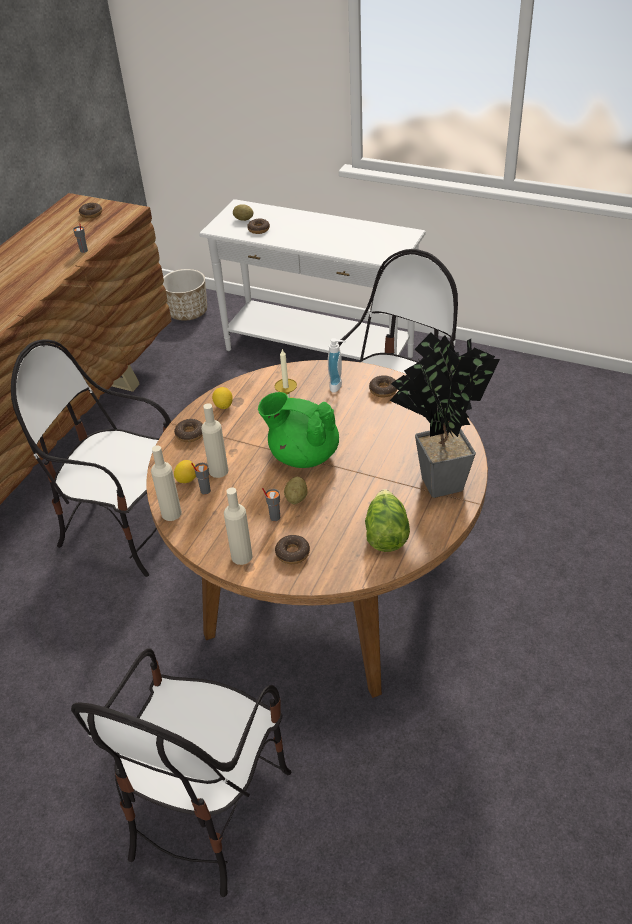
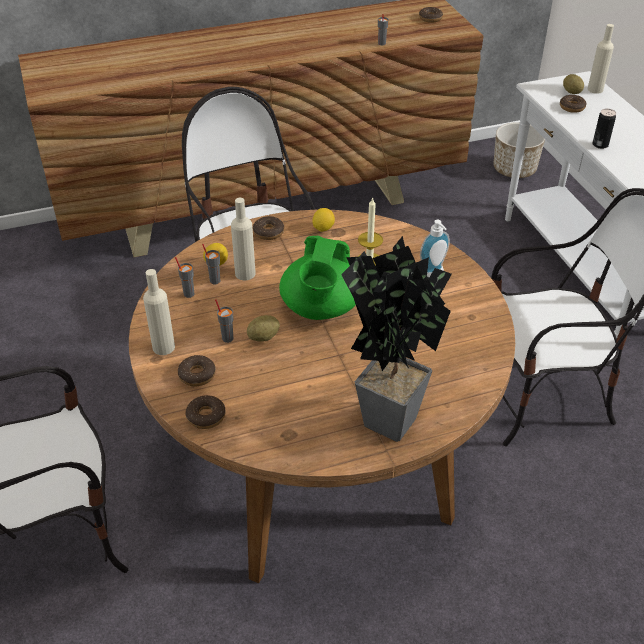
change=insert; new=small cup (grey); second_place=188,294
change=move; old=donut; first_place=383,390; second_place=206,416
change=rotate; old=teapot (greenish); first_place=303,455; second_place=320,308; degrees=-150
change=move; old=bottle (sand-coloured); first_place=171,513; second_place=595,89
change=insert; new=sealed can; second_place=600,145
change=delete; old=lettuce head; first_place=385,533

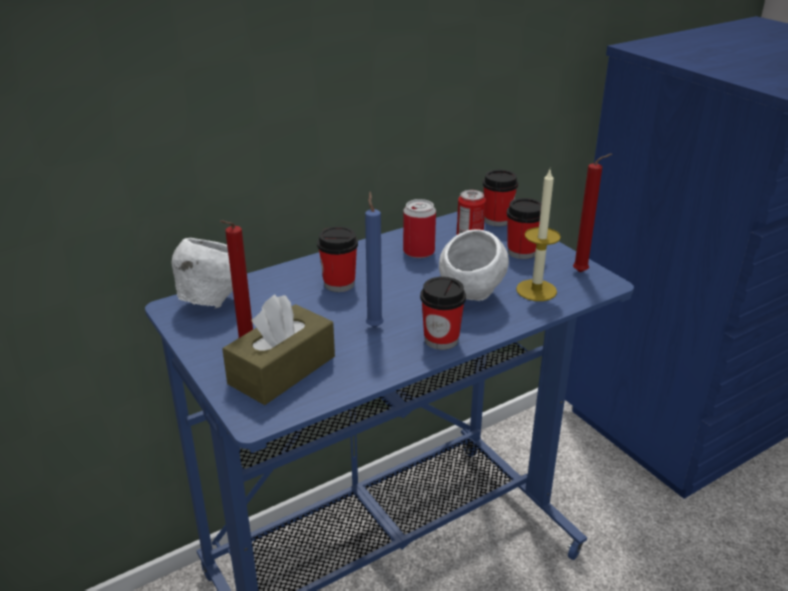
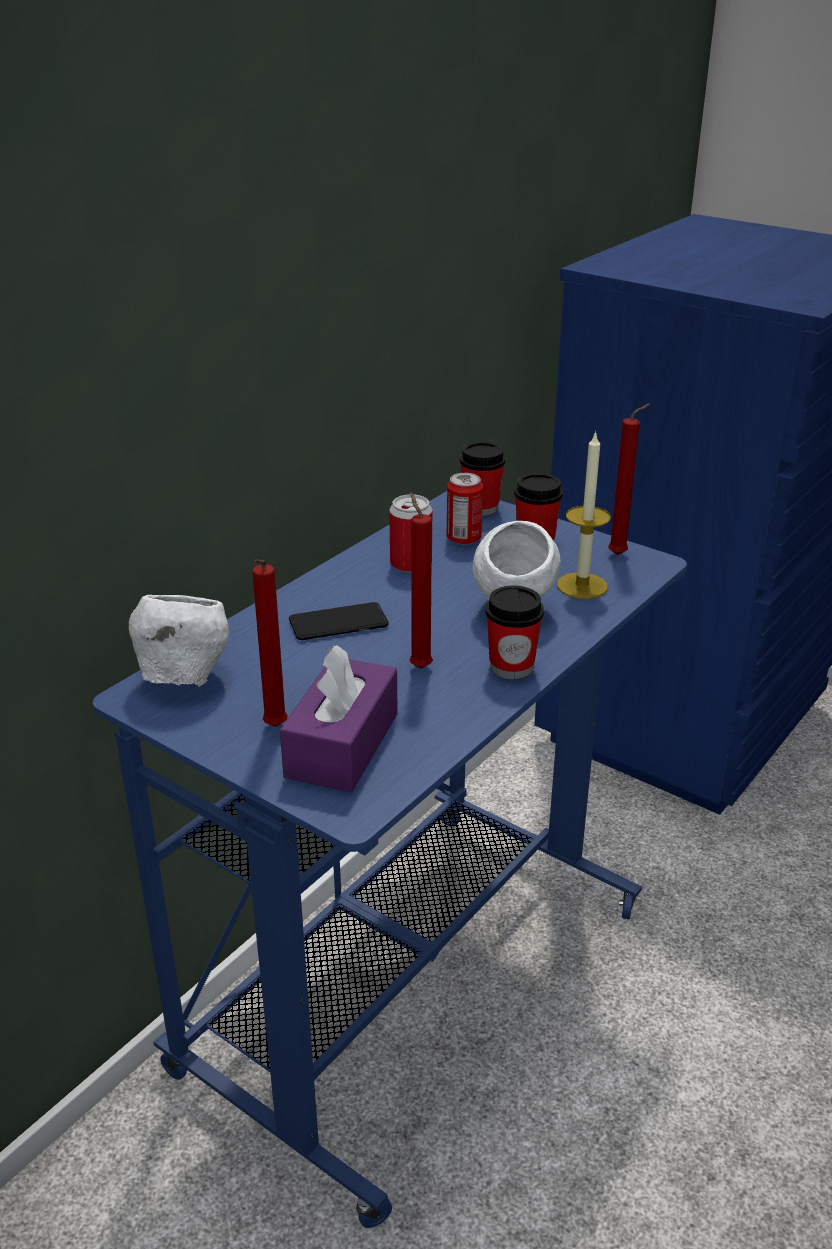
change=recolor; old=tissue holder (brownish); new=tissue holder (purple); first_place=282,370; second_place=342,745
change=replace; old=small cup; new=handset; first_place=339,284; second_place=338,623
change=recolor; old=wax candle (bluish); new=wax candle (reddish); first_place=374,325; second_place=419,666

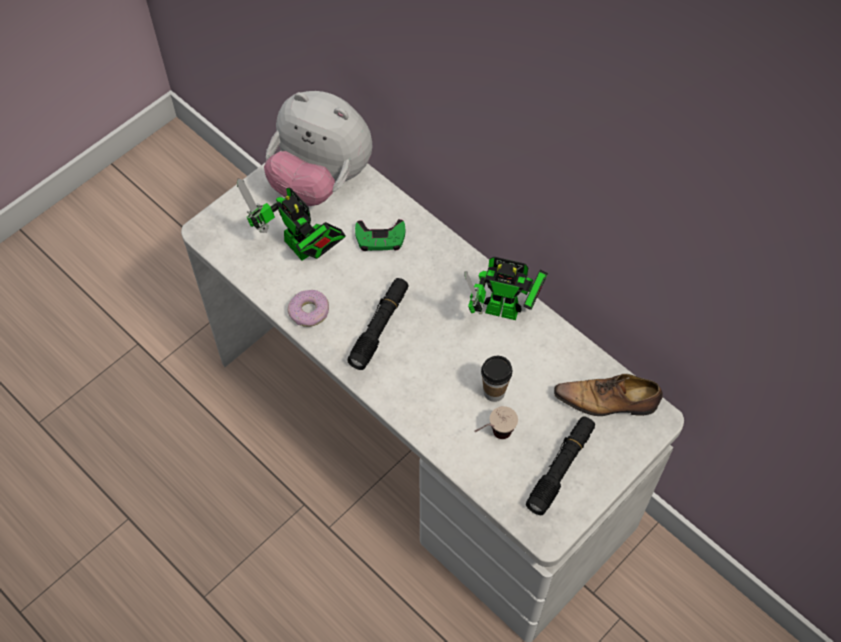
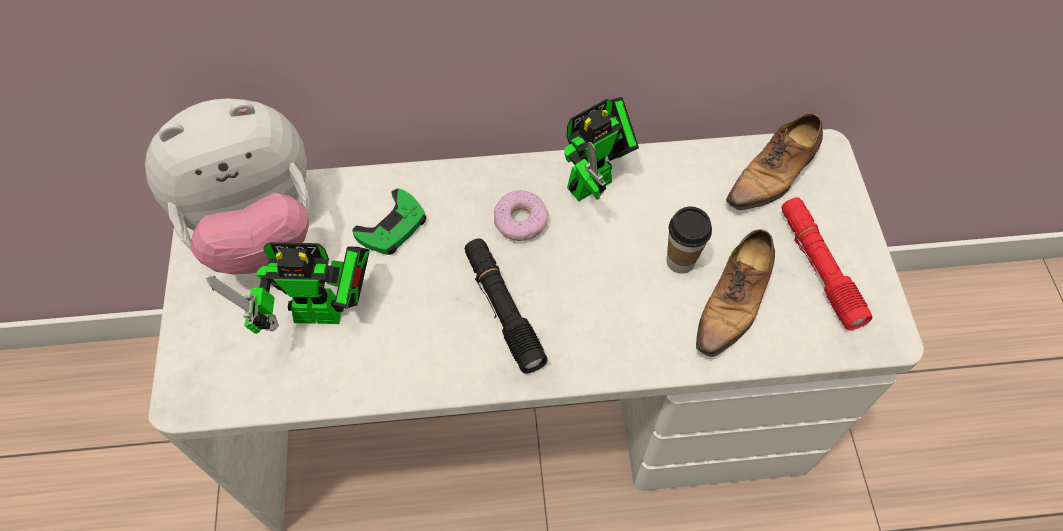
change=move; old=donut; first_place=309,312; second_place=521,221
change=replace; old=small cup; new=shoe; first_place=493,437; second_place=734,301
change=recolor; old=flashlight (black); new=flashlight (reddish); first_place=561,468; second_place=819,267

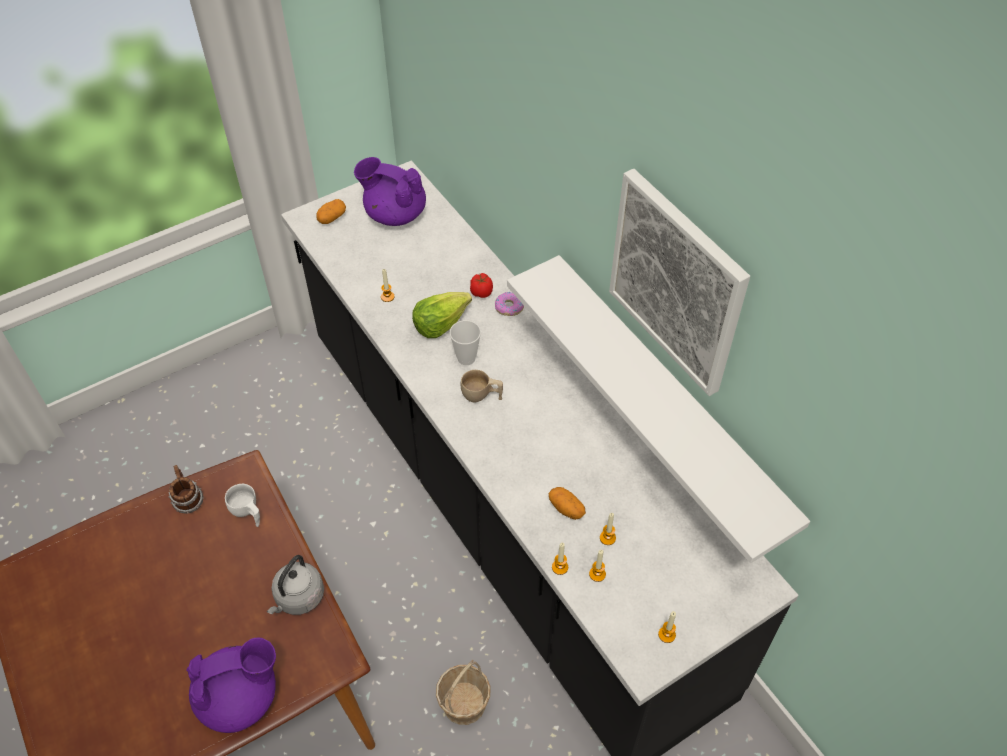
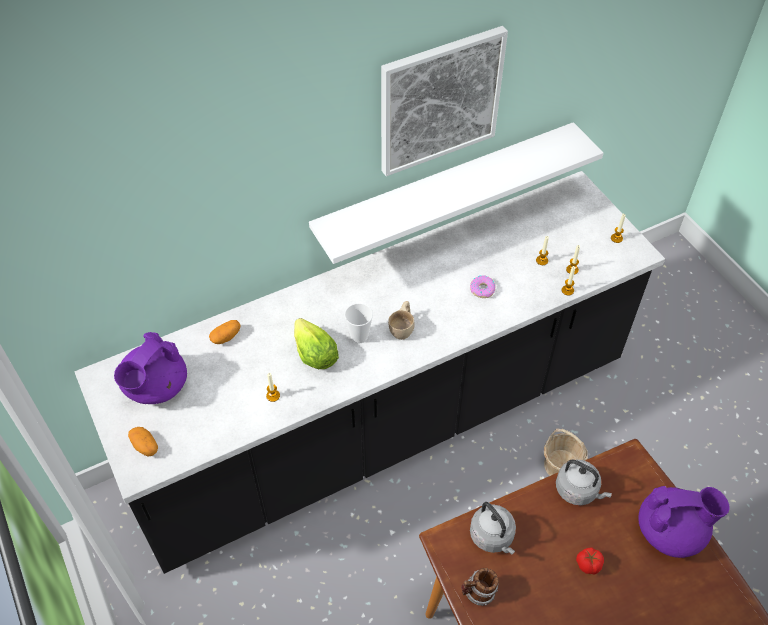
change=move; old=potato; first_place=566,508; second_place=226,337
change=move; old=donut; first_place=509,307; second_place=482,289
change=replace; old=small cup (white-coloured); new=kettle (grey); first_place=247,513; second_place=493,537
change=move; old=tomato; first_place=481,291; second_place=587,564
change=rotate; old=teapot (purple); first_place=240,697; second_place=671,531; degrees=105

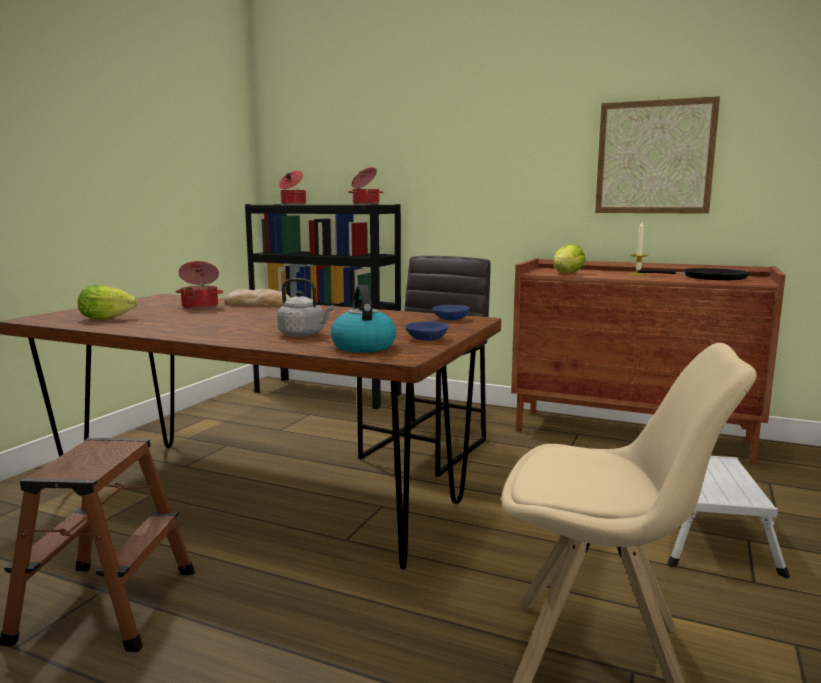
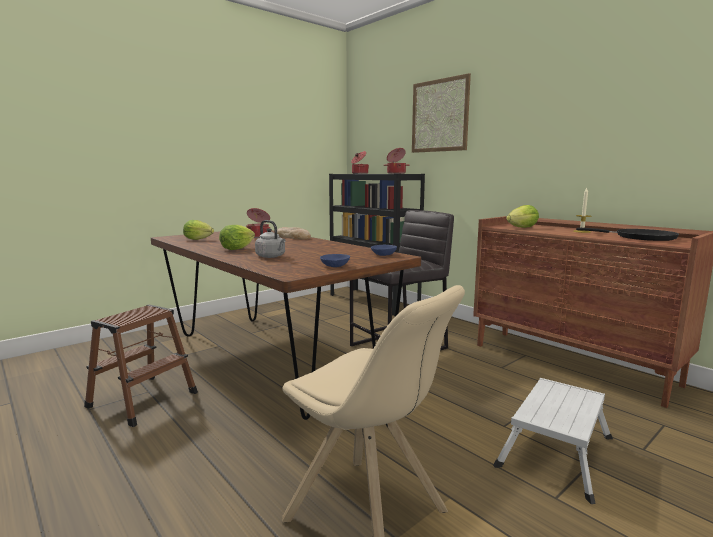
change=insert; new=lettuce head; second_place=237,249
change=move; old=wall art; first_place=654,156; second_place=440,115
change=delete; old=kettle; first_place=363,346

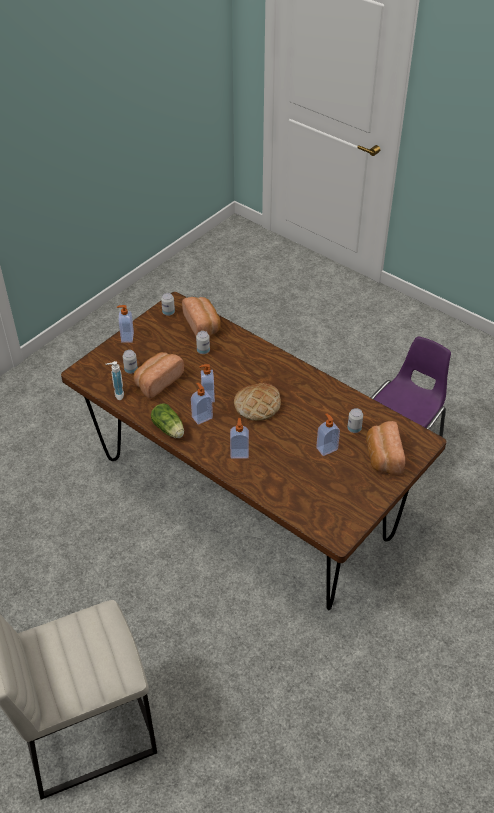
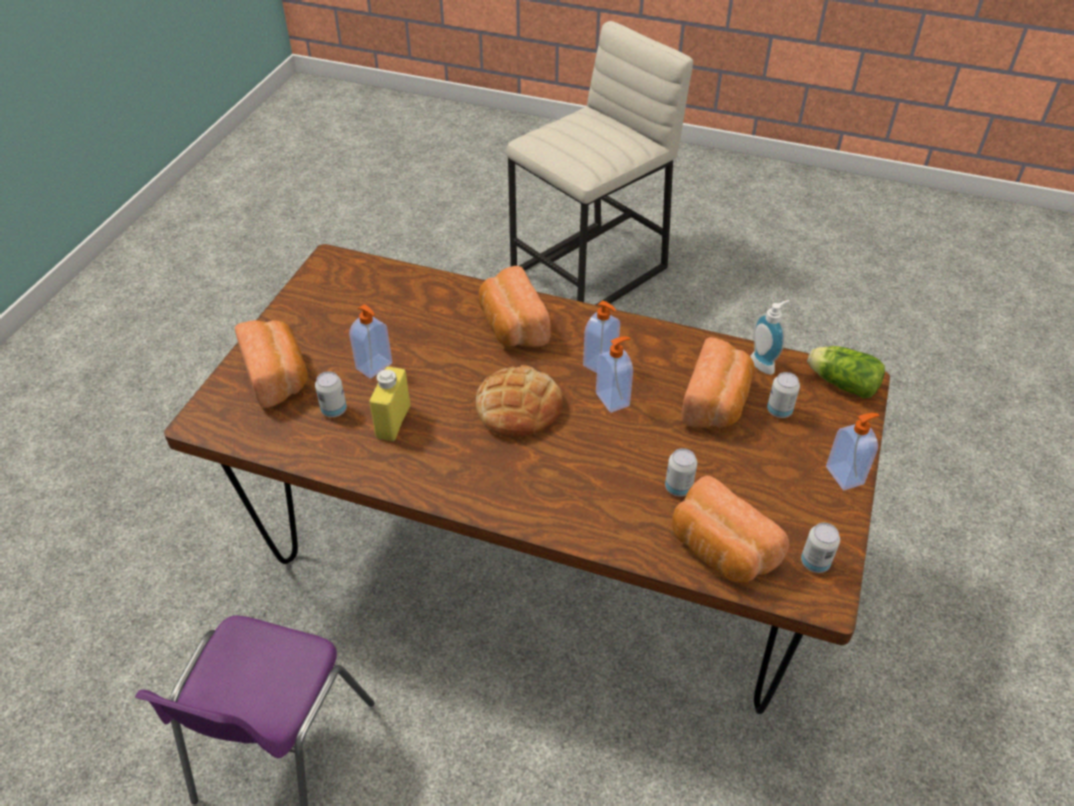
change=insert; new=bottle (yellow-coloured); second_place=393,422
change=replace; old=liquid soap bottle; new=baked bread; first_place=239,453; second_place=511,326
change=move; old=lettuce head; first_place=169,430; second_place=840,382

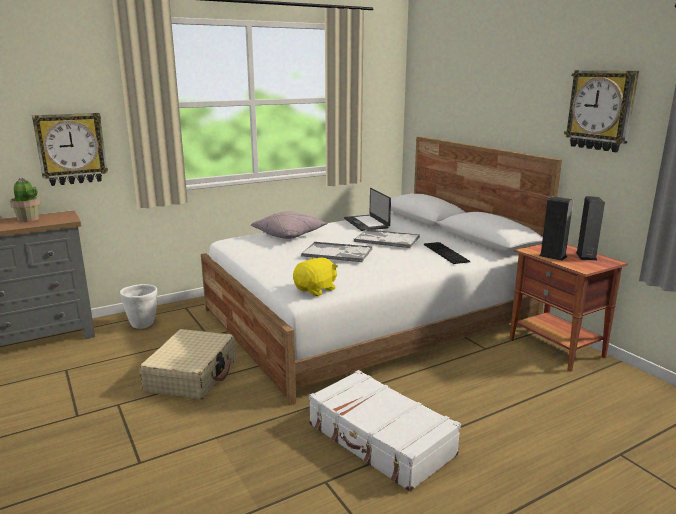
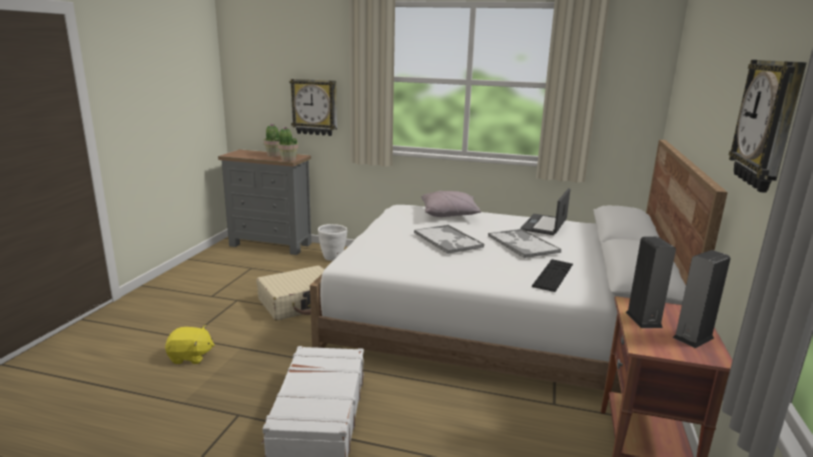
change=move; old=cuddly toy (yellow-coloured); first_place=316,290; second_place=190,357
change=insert; new=houseplant; second_place=288,159

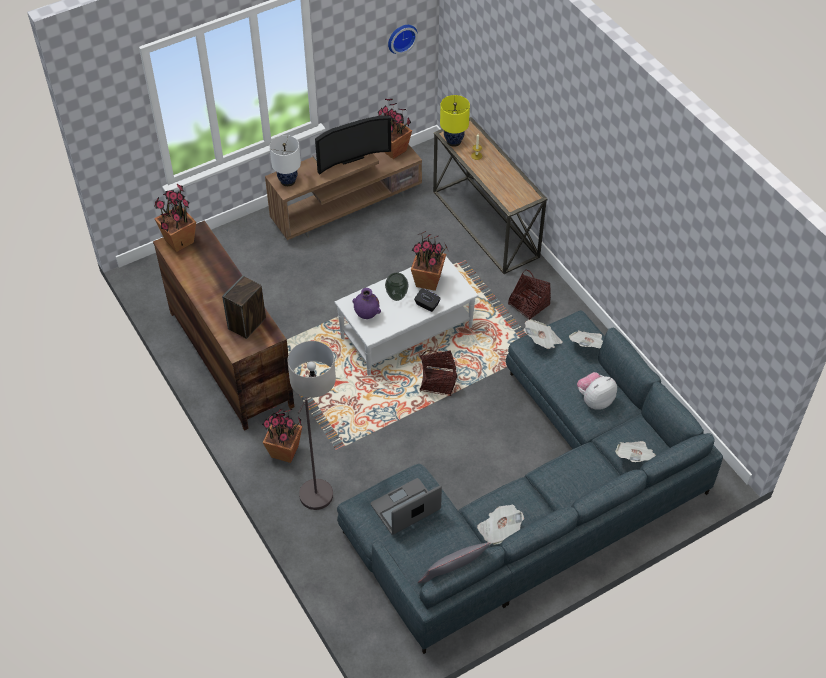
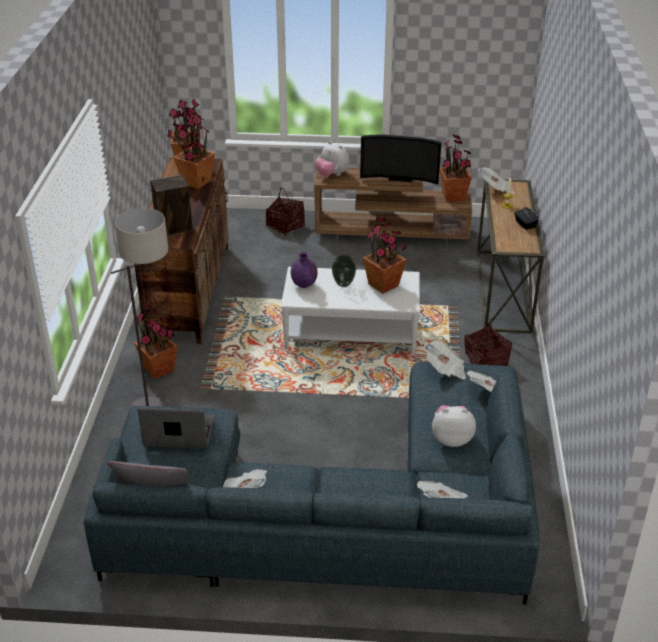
change=insert; new=houseplant; second_place=196,182
change=move; old=storage basket; first_place=437,381; second_place=285,226
change=replace; old=table lamp (white-coloured); new=cuddly toy; first_place=288,181; second_place=332,175
change=replace; old=table lamp (yellow-coloured); new=daily paper; first_place=453,141; second_place=495,189
change=move; old=tissue holder (black); first_place=427,305; second_place=525,224
change=delete; old=wall clock; first_place=401,37

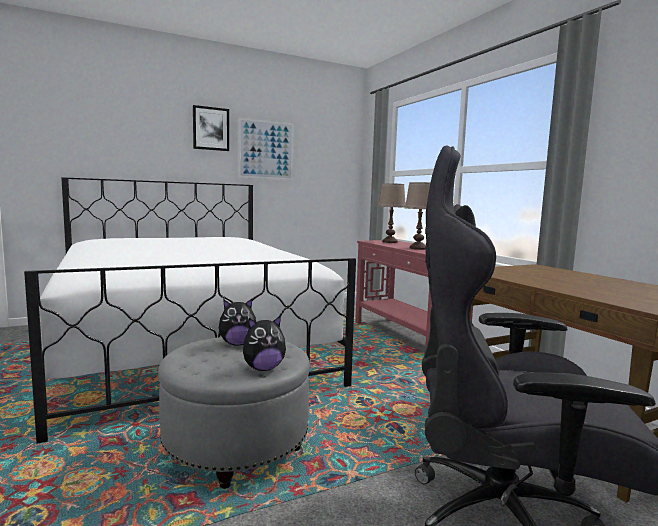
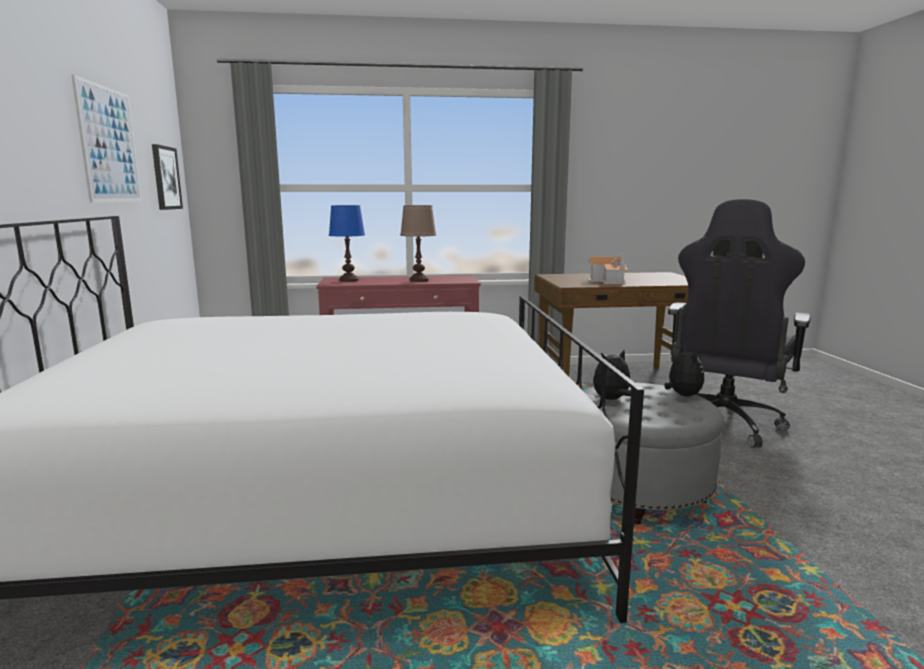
change=move; old=wall art; first_place=211,128; second_place=165,178
change=recolor; old=table lamp (brownish); new=table lamp (bluish); first_place=389,242; second_place=349,280
change=insert; new=model house; second_place=609,281
change=rotate; old=cuddly toy; first_place=237,344; second_place=612,399; degrees=-120

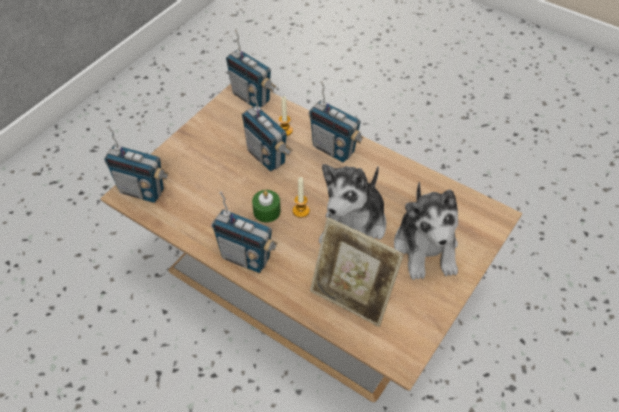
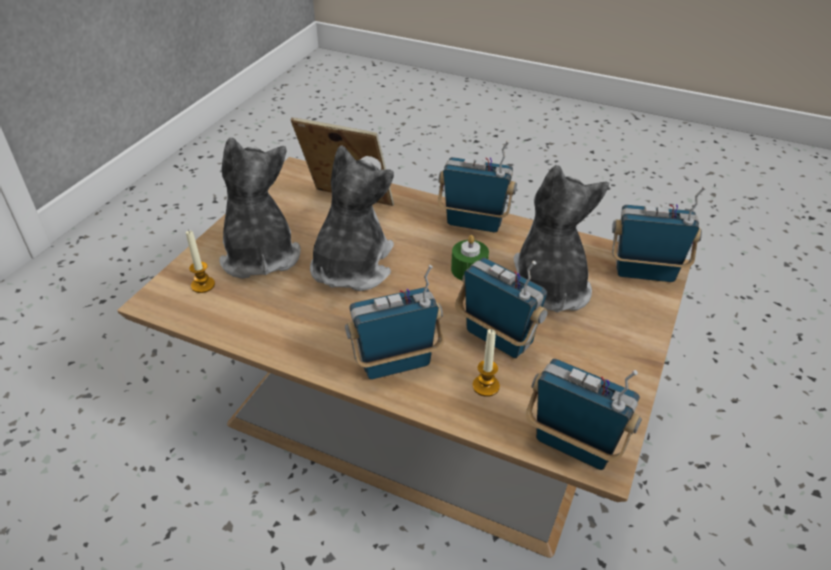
change=move; old=wax candle; first_place=301,211; second_place=203,285
change=rotate; old=radio; first_place=334,149; second_place=396,364; degrees=-45
change=insert; new=cuddly toy; second_place=547,287

